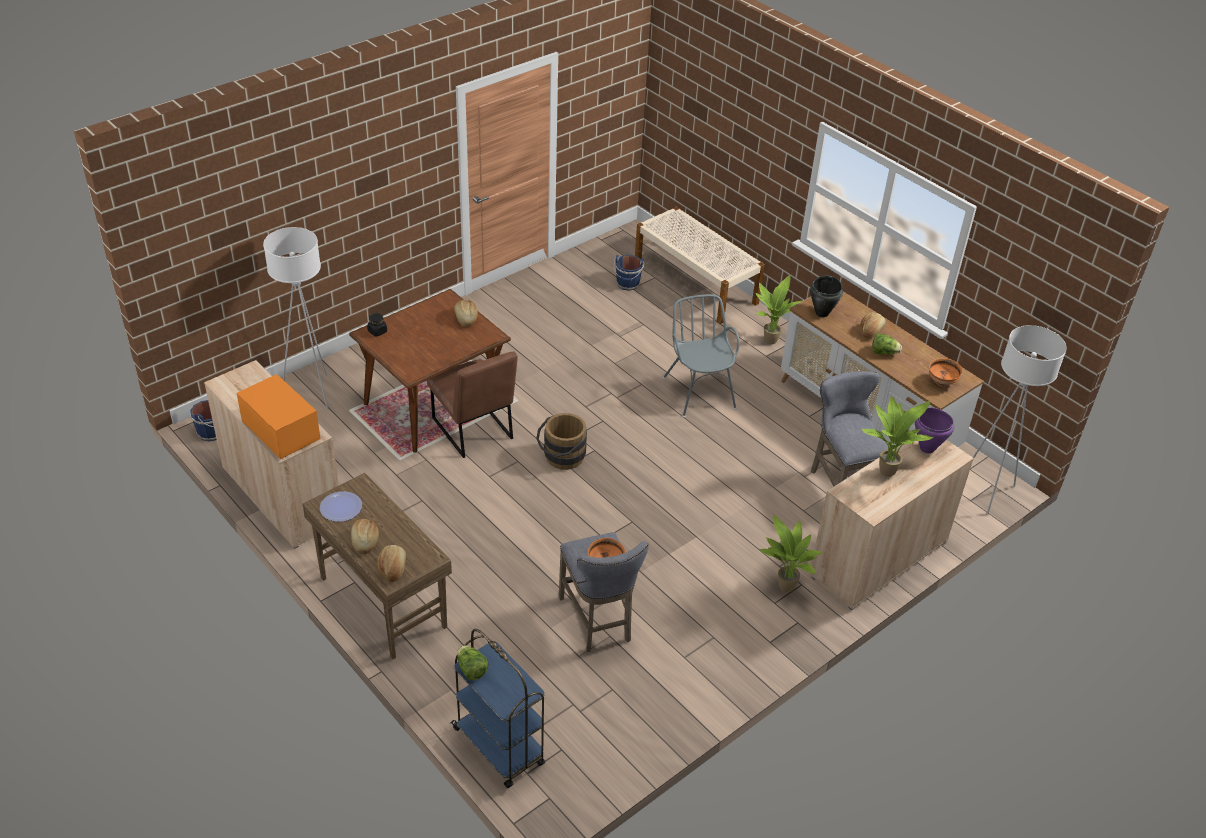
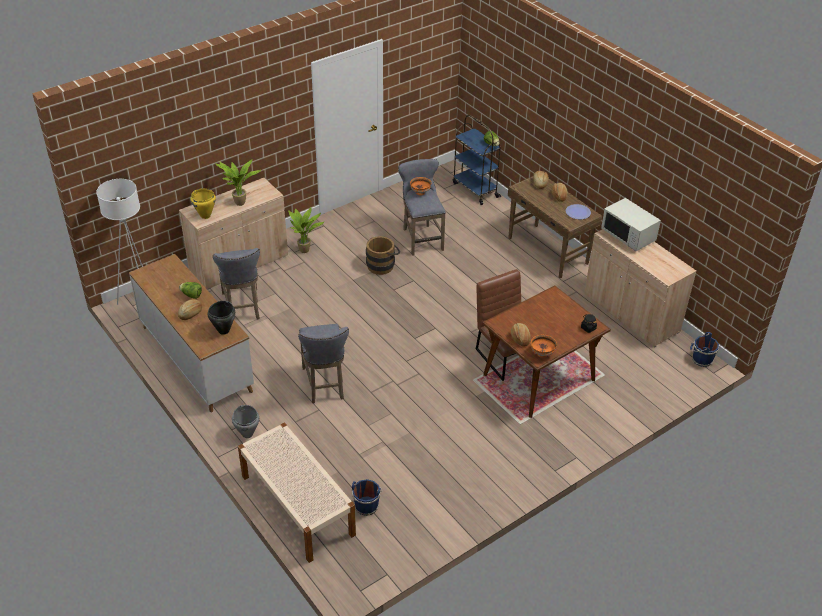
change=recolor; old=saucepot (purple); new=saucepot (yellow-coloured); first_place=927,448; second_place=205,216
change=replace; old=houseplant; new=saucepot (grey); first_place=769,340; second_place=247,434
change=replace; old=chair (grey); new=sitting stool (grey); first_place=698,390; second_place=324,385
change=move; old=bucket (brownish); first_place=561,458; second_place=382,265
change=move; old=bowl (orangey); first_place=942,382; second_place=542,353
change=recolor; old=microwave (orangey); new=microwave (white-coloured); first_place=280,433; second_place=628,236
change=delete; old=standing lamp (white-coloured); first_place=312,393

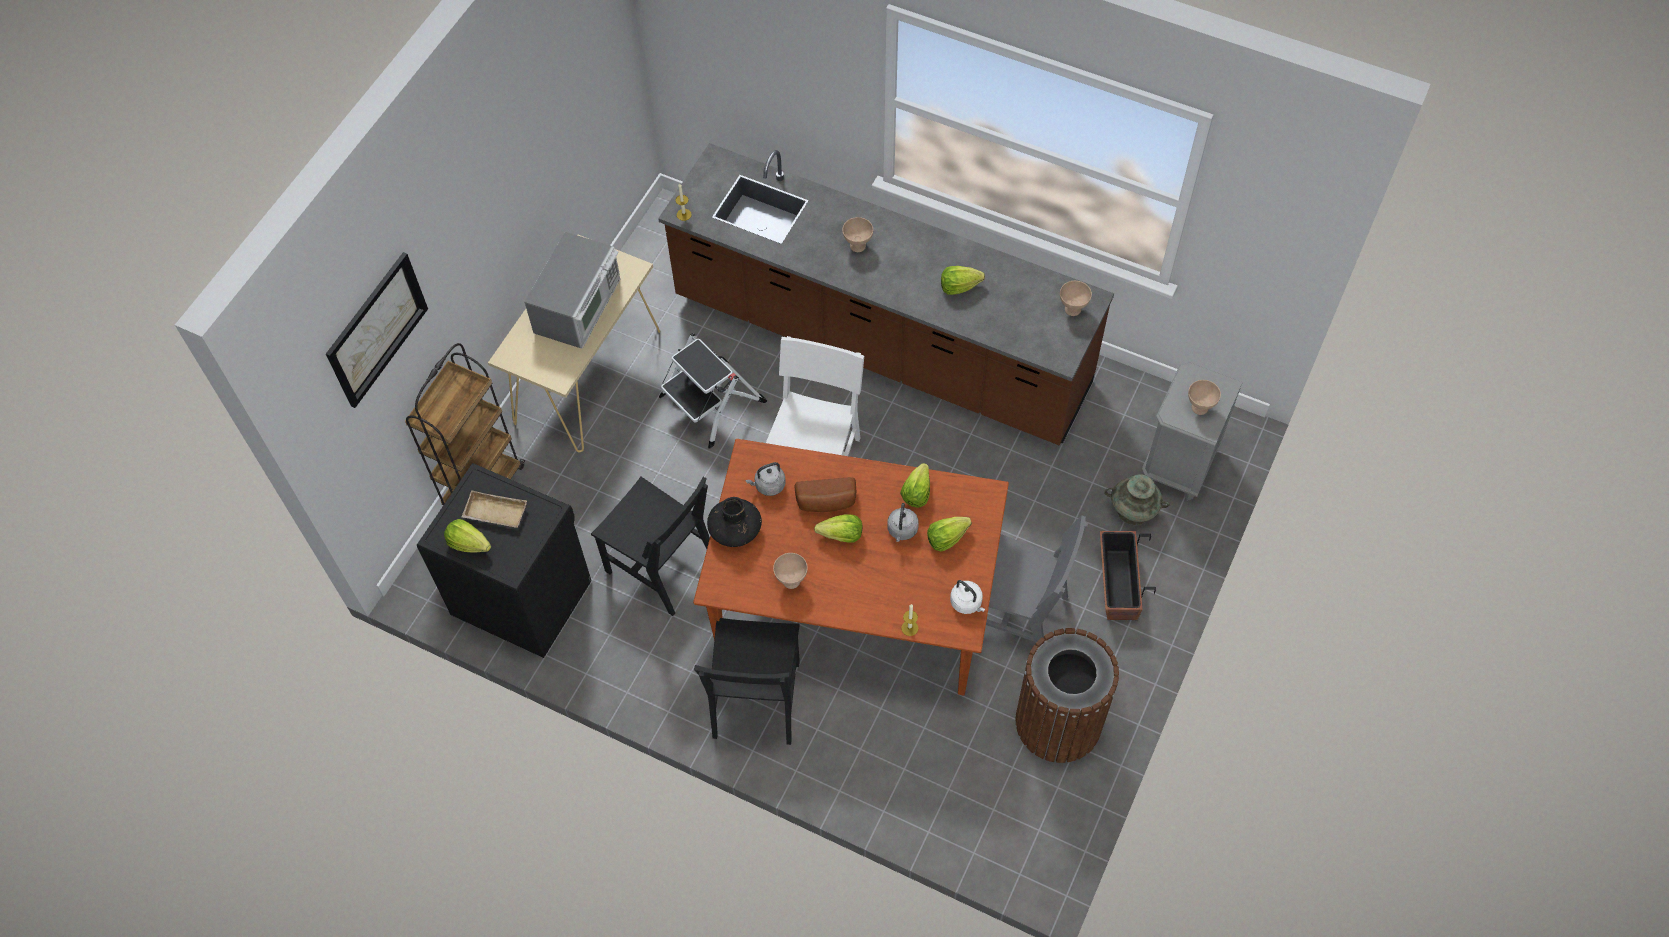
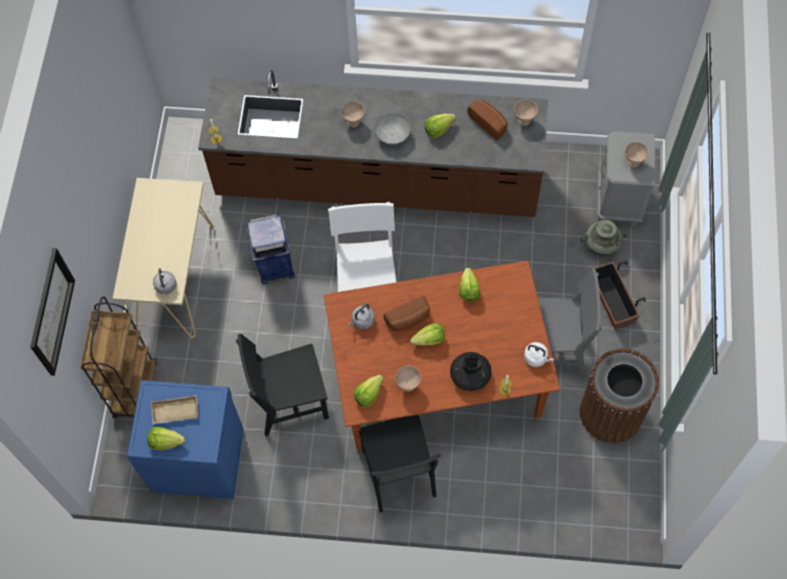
change=recolor; old=washing machine (black); new=washing machine (bluish); first_place=522,595; second_place=198,458
change=move; old=kettle (grey); first_place=902,531; second_place=166,287
change=rotate; old=chair (black); first_place=661,566; second_place=290,401; degrees=150
change=replace; old=step stool; new=trash can (bluish); first_place=712,401; second_place=274,266
change=move; old=lettuce head; first_place=946,538; second_place=368,394
change=insert; new=bowl (grey); second_place=393,135
change=move; old=vase (black); first_place=735,529; second_place=470,375
change=insert; new=baked bread; second_place=489,122
change=delete; old=microwave; first_place=579,306

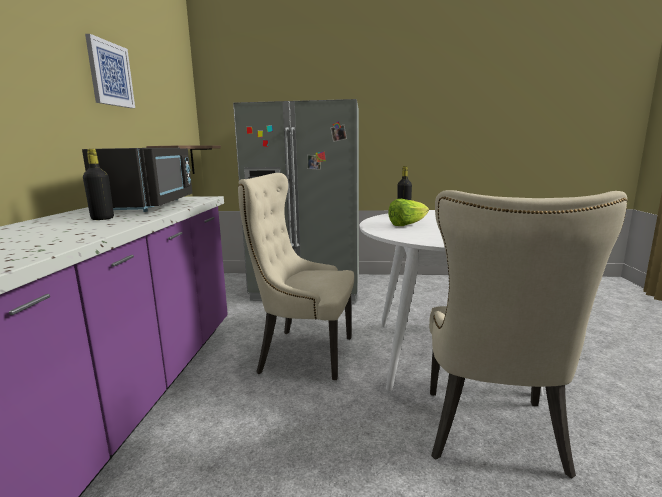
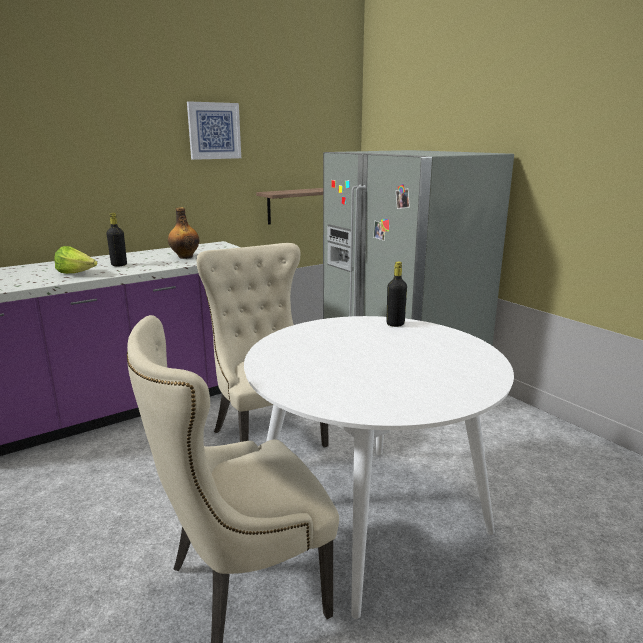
change=move; old=lettuce head; first_place=407,225; second_place=76,274
change=replace; old=microwave (black); new=bottle; first_place=151,205; second_place=185,257

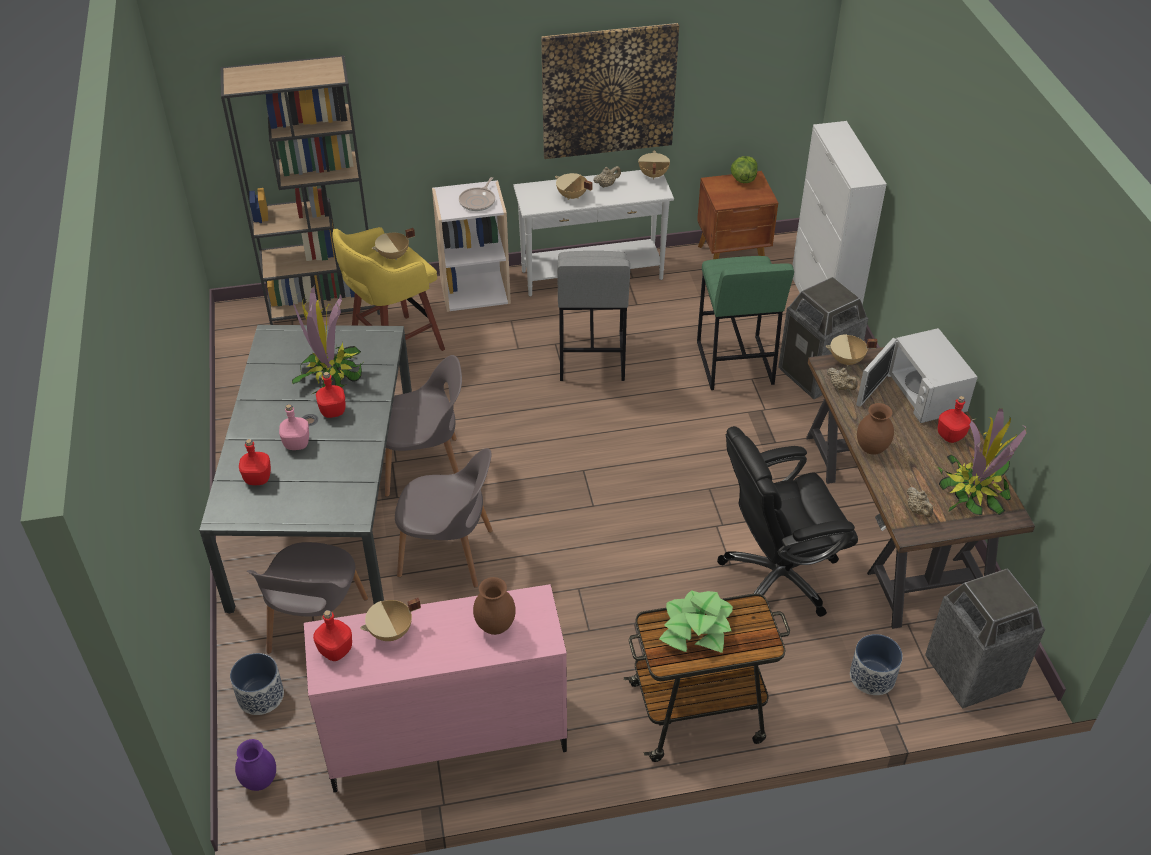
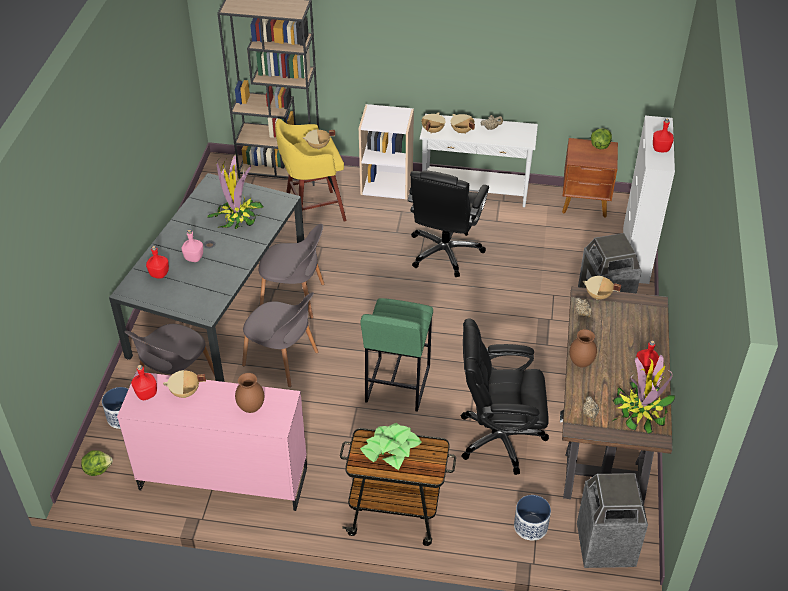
change=replace; old=vase (purple); new=lettuce head; first_place=259,781; second_place=98,469
change=move; old=sitting stool (greenish); first_place=735,364; second_place=397,385
change=replace; old=sitting stool (grey); new=desk chair (black); first_place=591,358; second_place=445,251
change=move; old=saucepot (sand-coloured); first_place=652,175; second_place=432,130
change=move; old=bottle (reddish); first_place=333,411; second_place=661,149
change=delete; old=pan; first_place=478,201
change=delete; old=wall art; first_place=608,91
change=delete; old=microwave (white-coloured); first_place=921,392

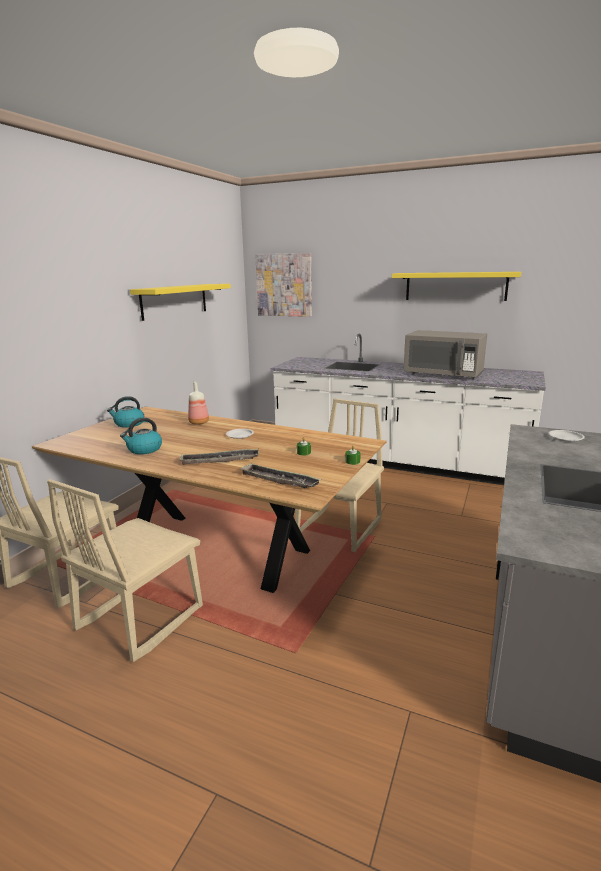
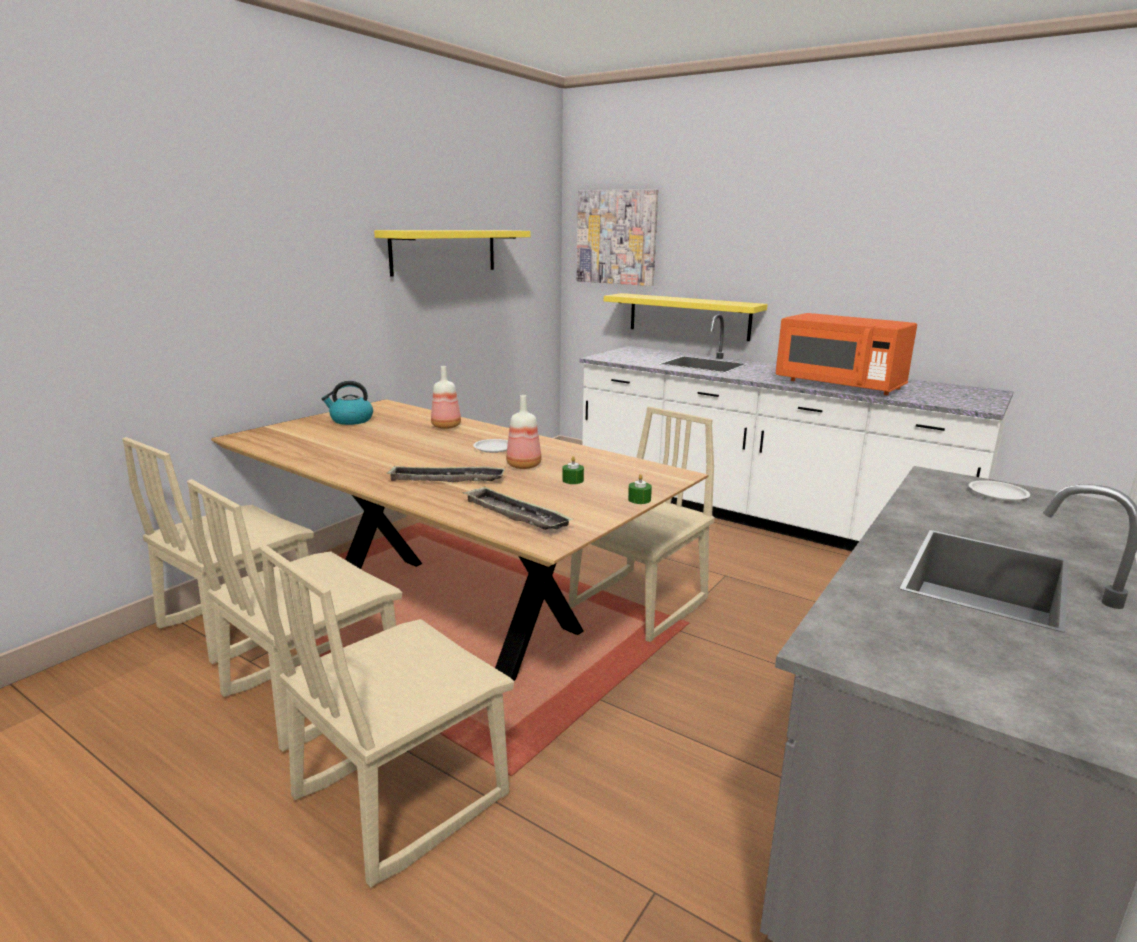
change=insert; new=chair (sand-coloured); second_place=400,796
change=insert; new=bottle; second_place=523,465
change=move; old=bracket shelf (yellow-coloured); first_place=455,286; second_place=689,316
change=recolor; old=microwave (grey); new=microwave (orangey); first_place=443,375; second_place=839,385
change=delete; old=kettle; first_place=144,449

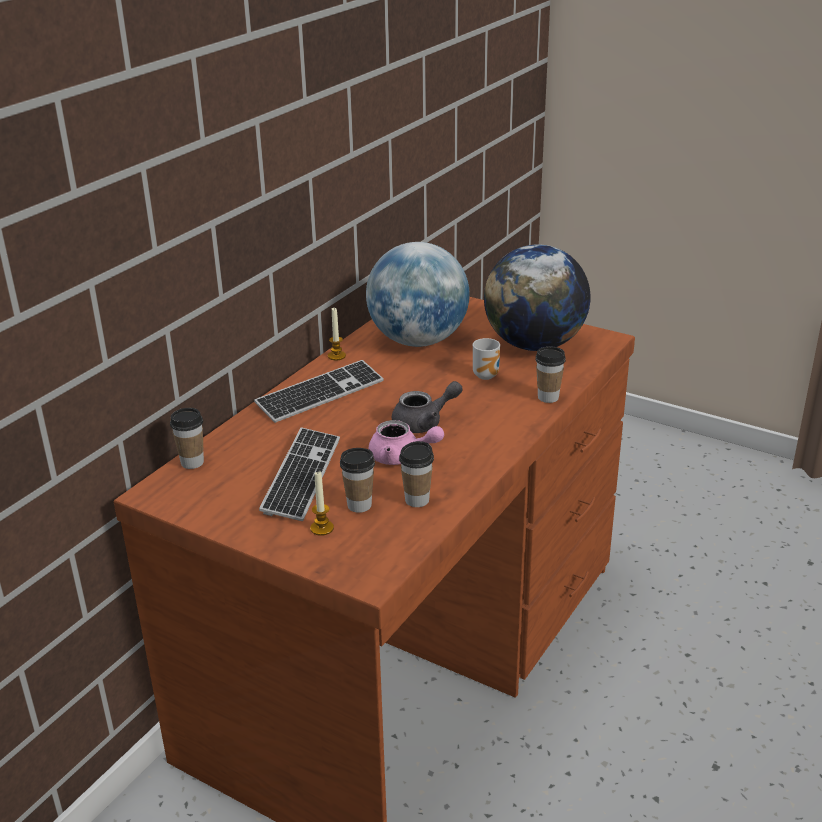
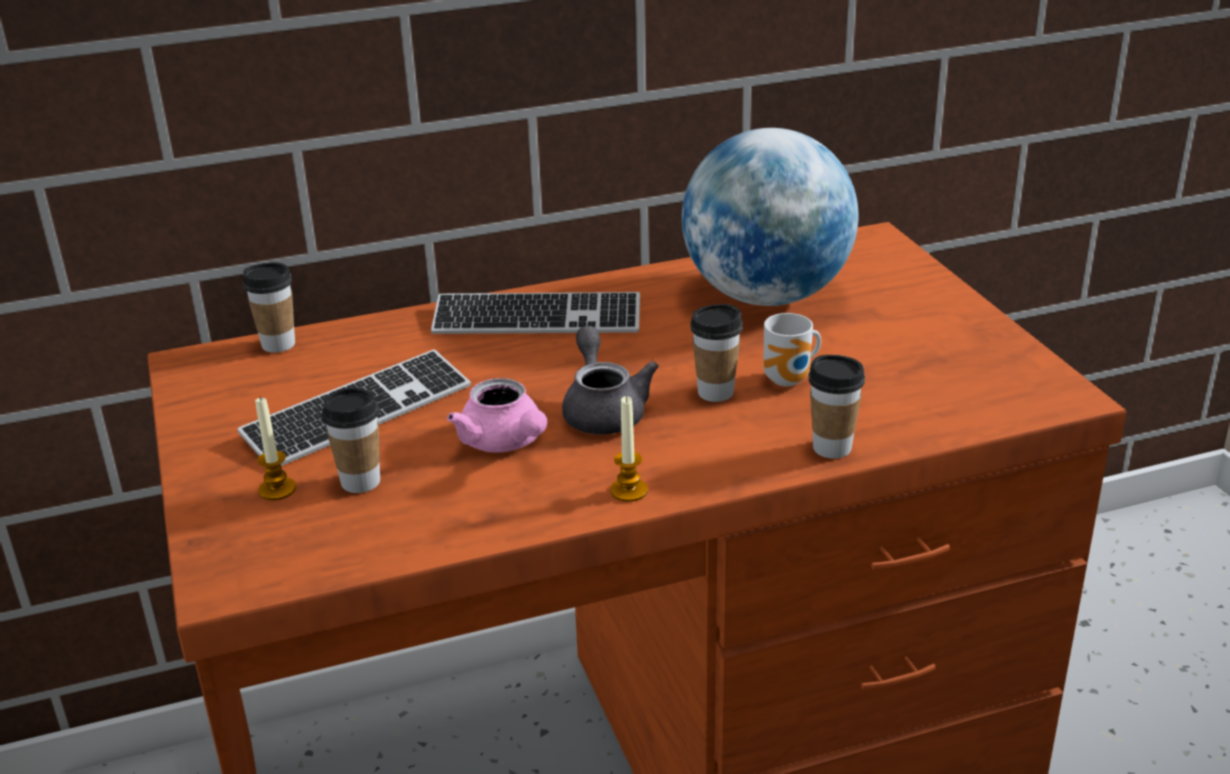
change=rotate; old=teapot (grey); first_place=424,423; second_place=603,410; degrees=-120
change=move; old=wax candle; first_place=336,356; second_place=629,491
change=move; old=small cup; first_place=417,500; second_place=715,392
change=delete; old=world globe; first_place=534,345

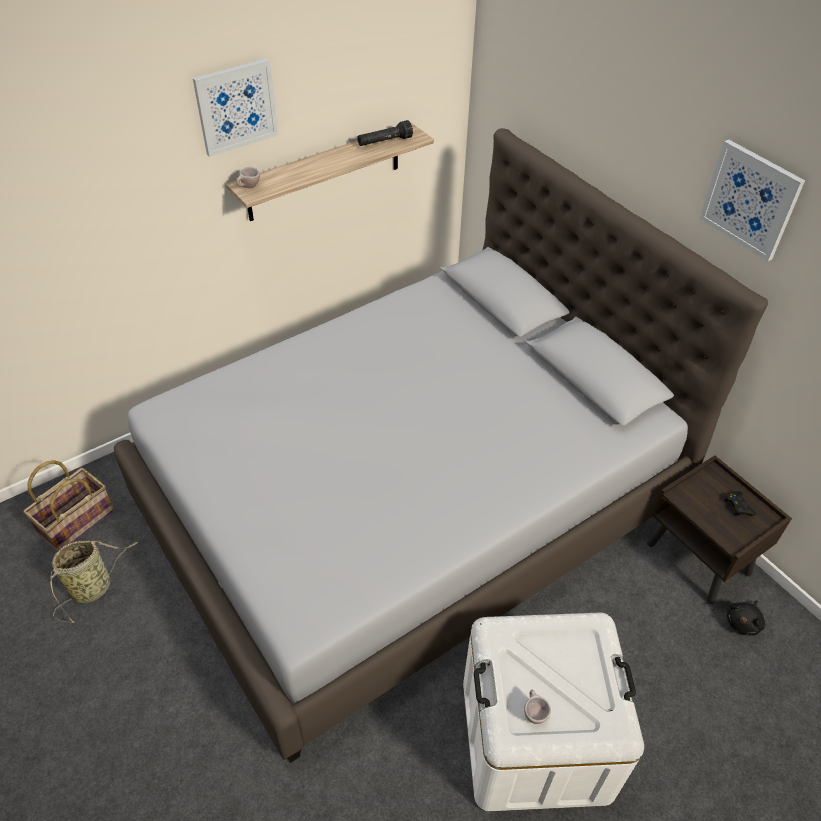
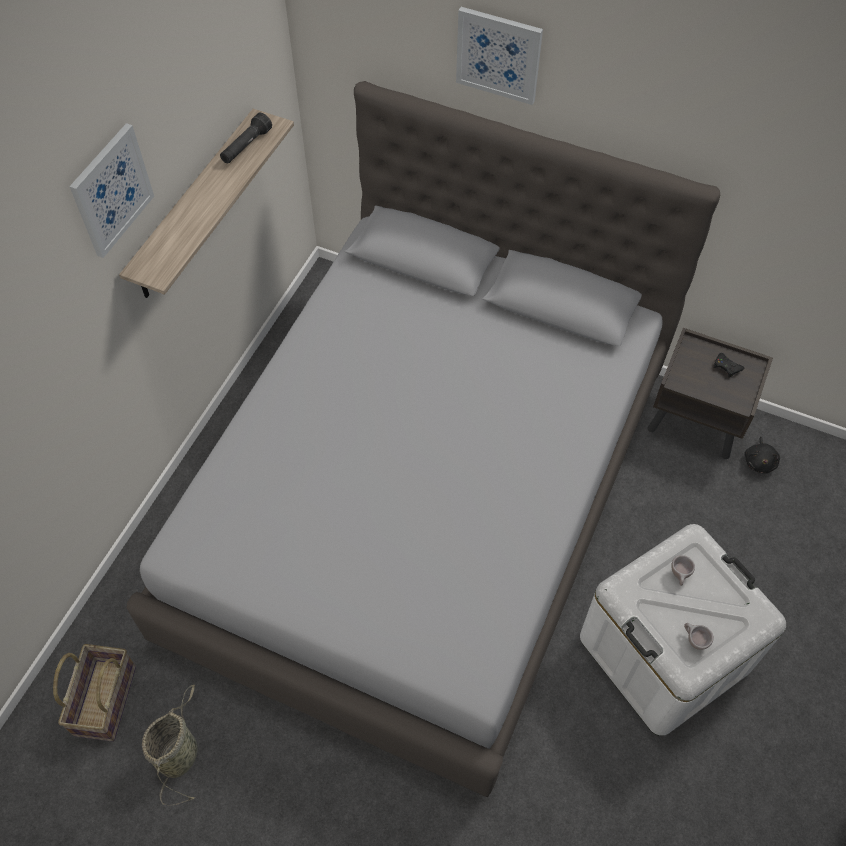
change=move; old=wall art; first_place=750,200; second_place=498,55
change=move; old=small cup (sand-coloured); first_place=249,187; second_place=680,576

